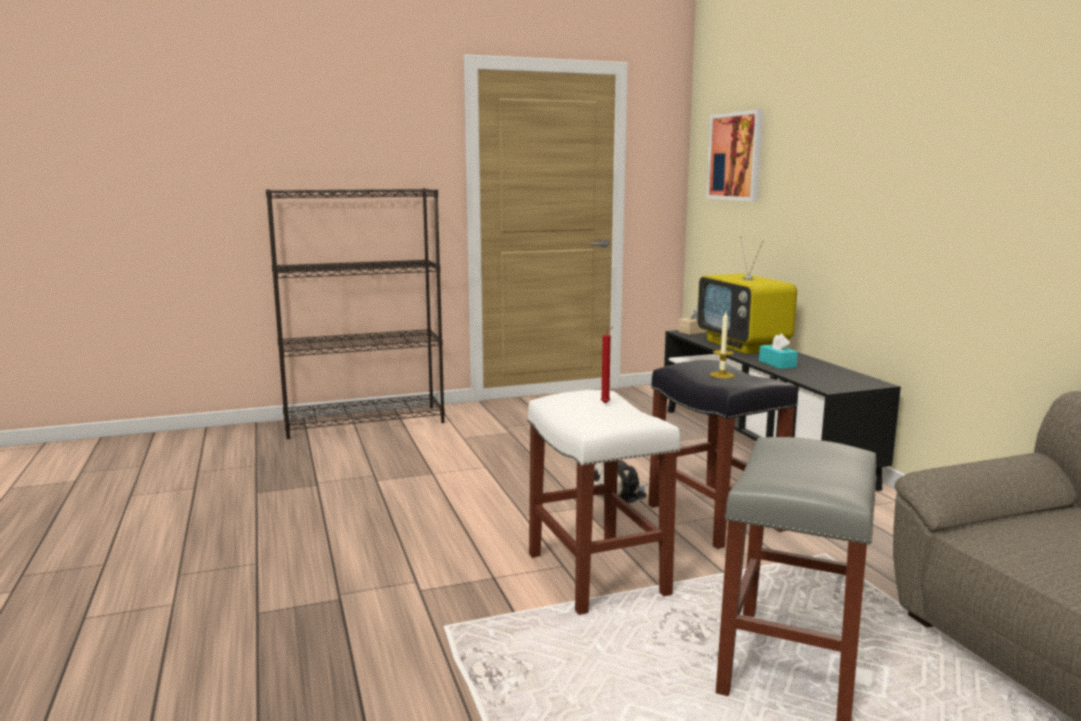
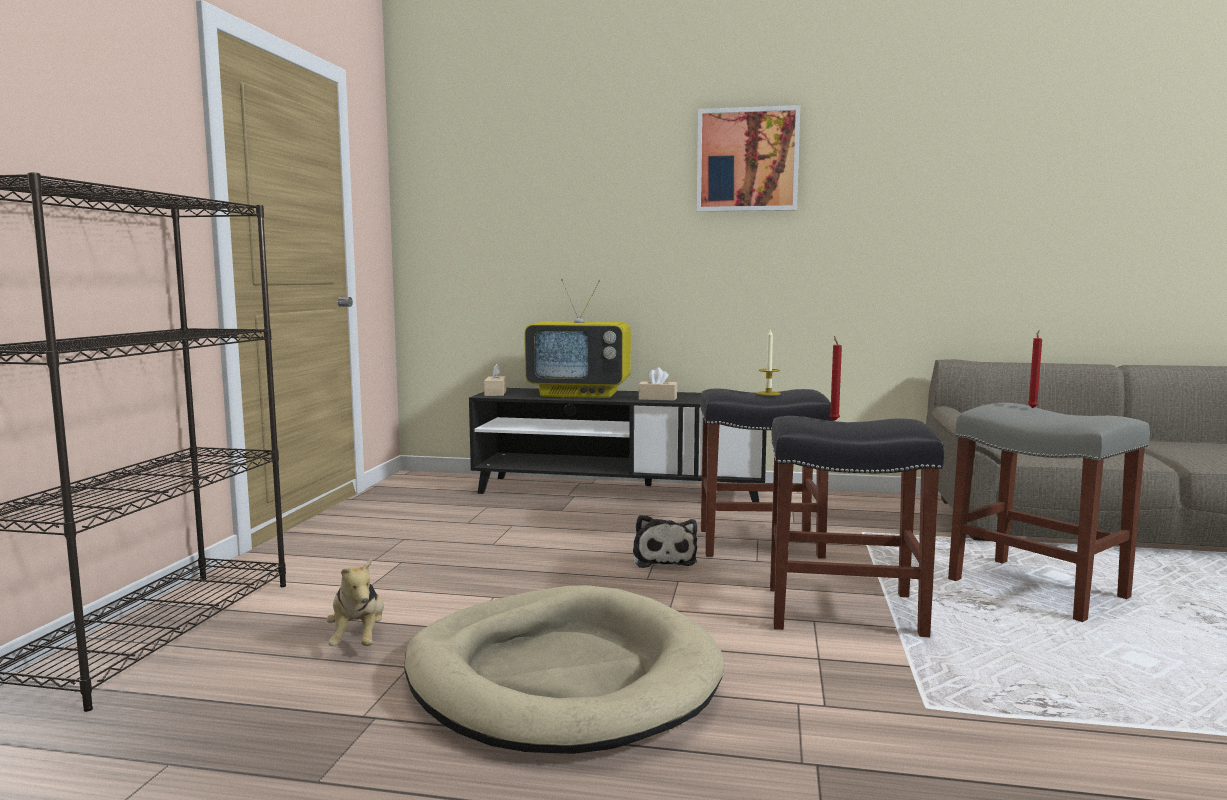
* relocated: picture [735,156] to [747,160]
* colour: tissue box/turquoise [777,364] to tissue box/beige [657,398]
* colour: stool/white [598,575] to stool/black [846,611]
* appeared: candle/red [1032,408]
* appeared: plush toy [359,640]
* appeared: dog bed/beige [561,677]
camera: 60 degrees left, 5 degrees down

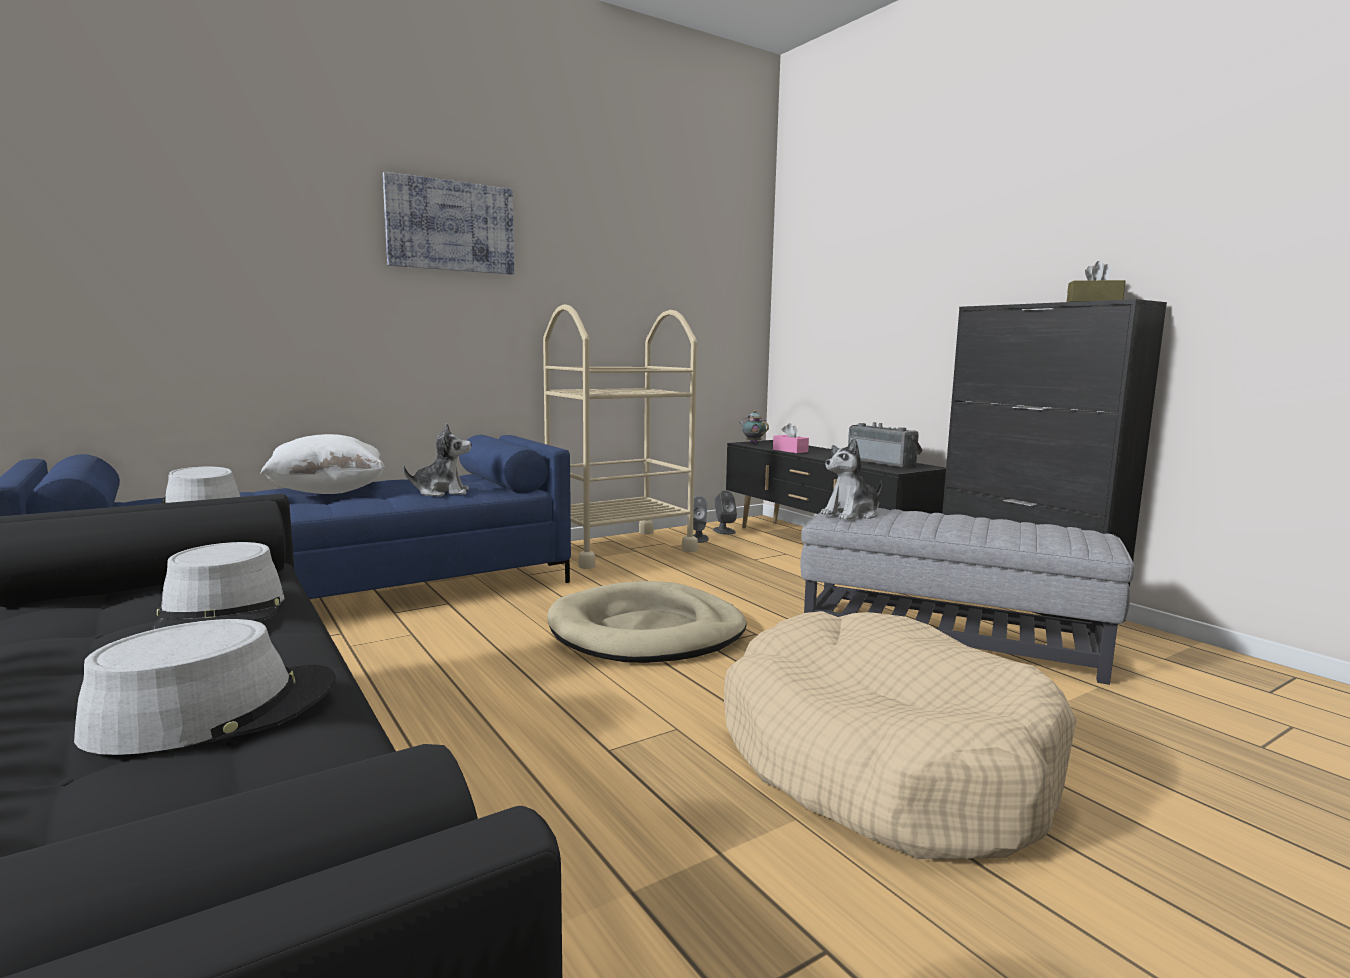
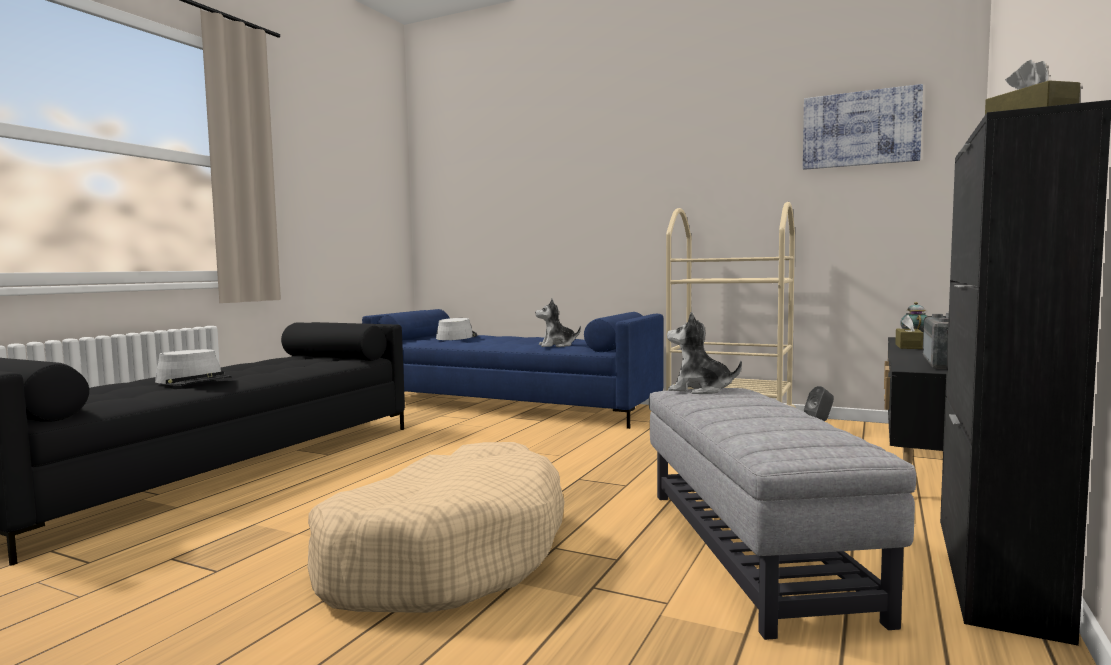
* relocated: picture [450,226] to [860,129]
* spun: plush toy [442,492] = [557,345] 120 degrees clockwise
* colour: tissue box/pink [790,451] to tissue box/brown [908,346]
* missing: pillow/white [328,492]
* missing: speaker/grey [723,531]
* missing: hat/grey [223,610]
* missing: dog bed/beige [647,631]
camera: 60 degrees right, 5 degrees down

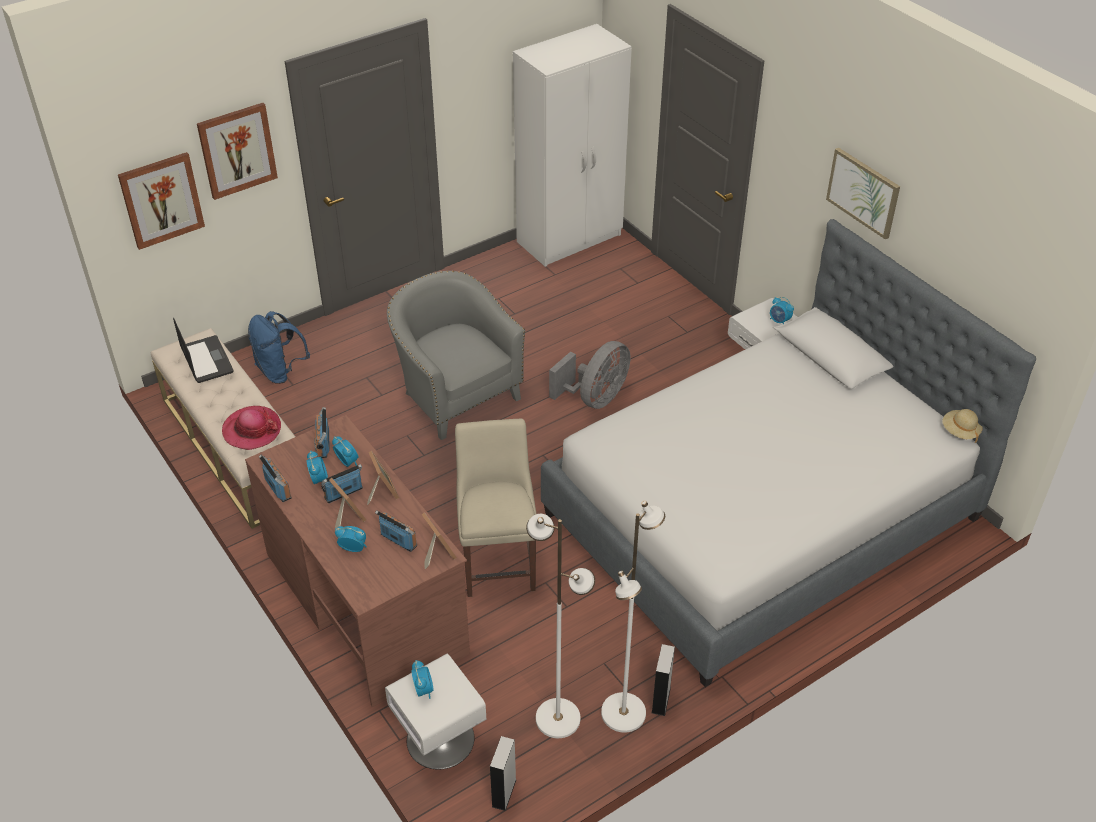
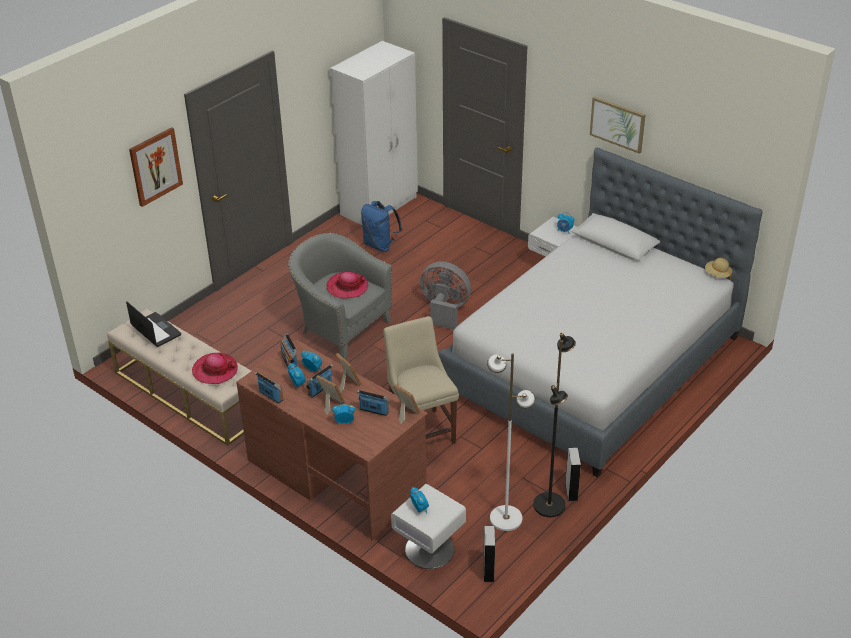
* missing: picture [161,200]
* relocated: backpack/blue [280,371] to [380,245]
* spun: fan/grey [595,398] = [444,311] 90 degrees counterclockwise
* colour: floor lamp/white [624,713] to floor lamp/black [550,505]
* appeared: hat [347,287]
camera: 15 degrees left, 5 degrees down

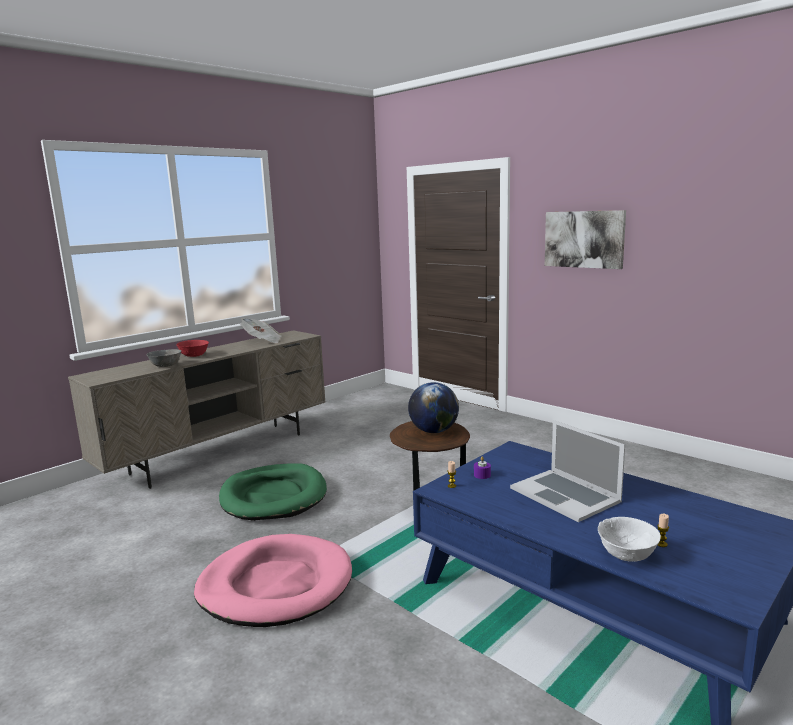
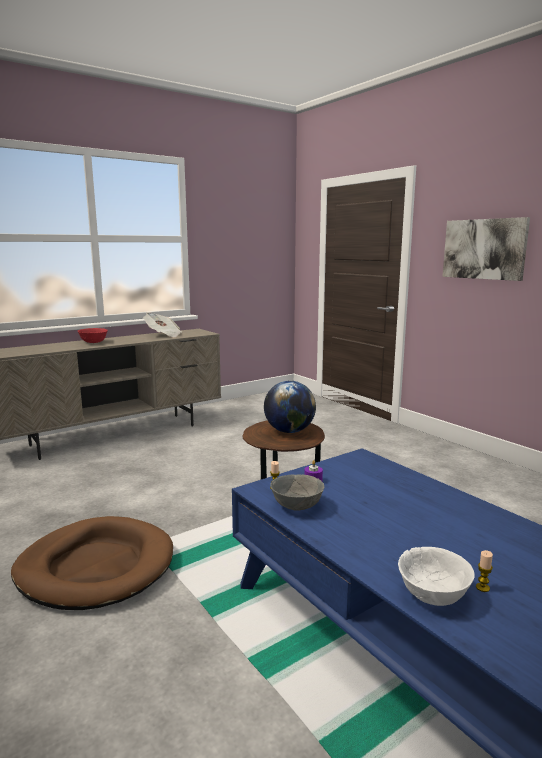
* relocated: bowl/grey [166,366] to [297,506]
* missing: laptop [565,494]
* missing: dog bed/green [273,496]
* colour: dog bed/pink [275,585] to dog bed/brown [96,567]
camera: 10 degrees right, 0 degrees up

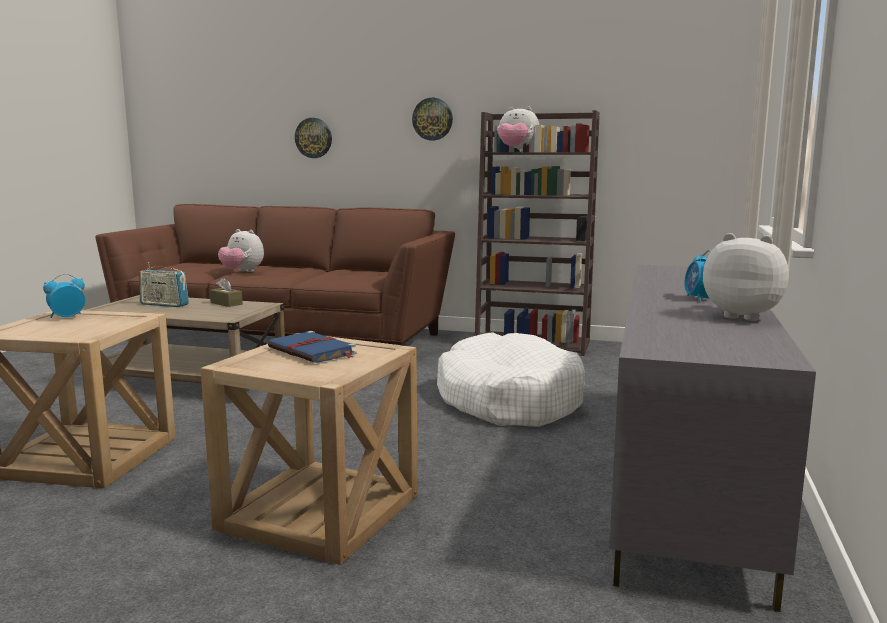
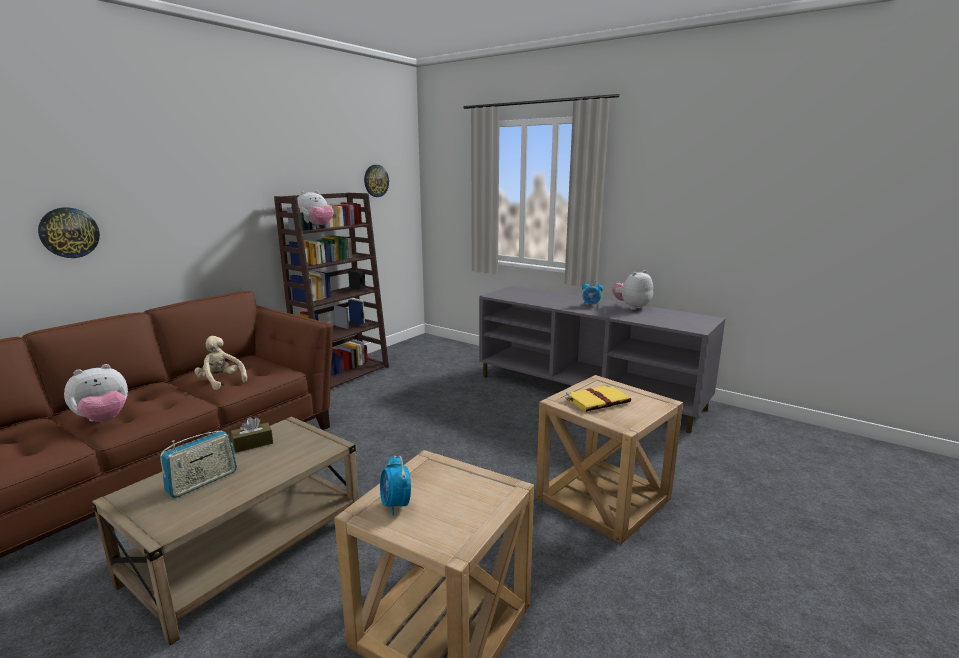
* relocated: wall clock [432,119] to [376,181]
* colour: book/blue [313,351] to book/yellow [598,400]
* missing: dog bed/white [508,400]
* appeared: plush toy/beige [221,382]
camera: 70 degrees left, 5 degrees up

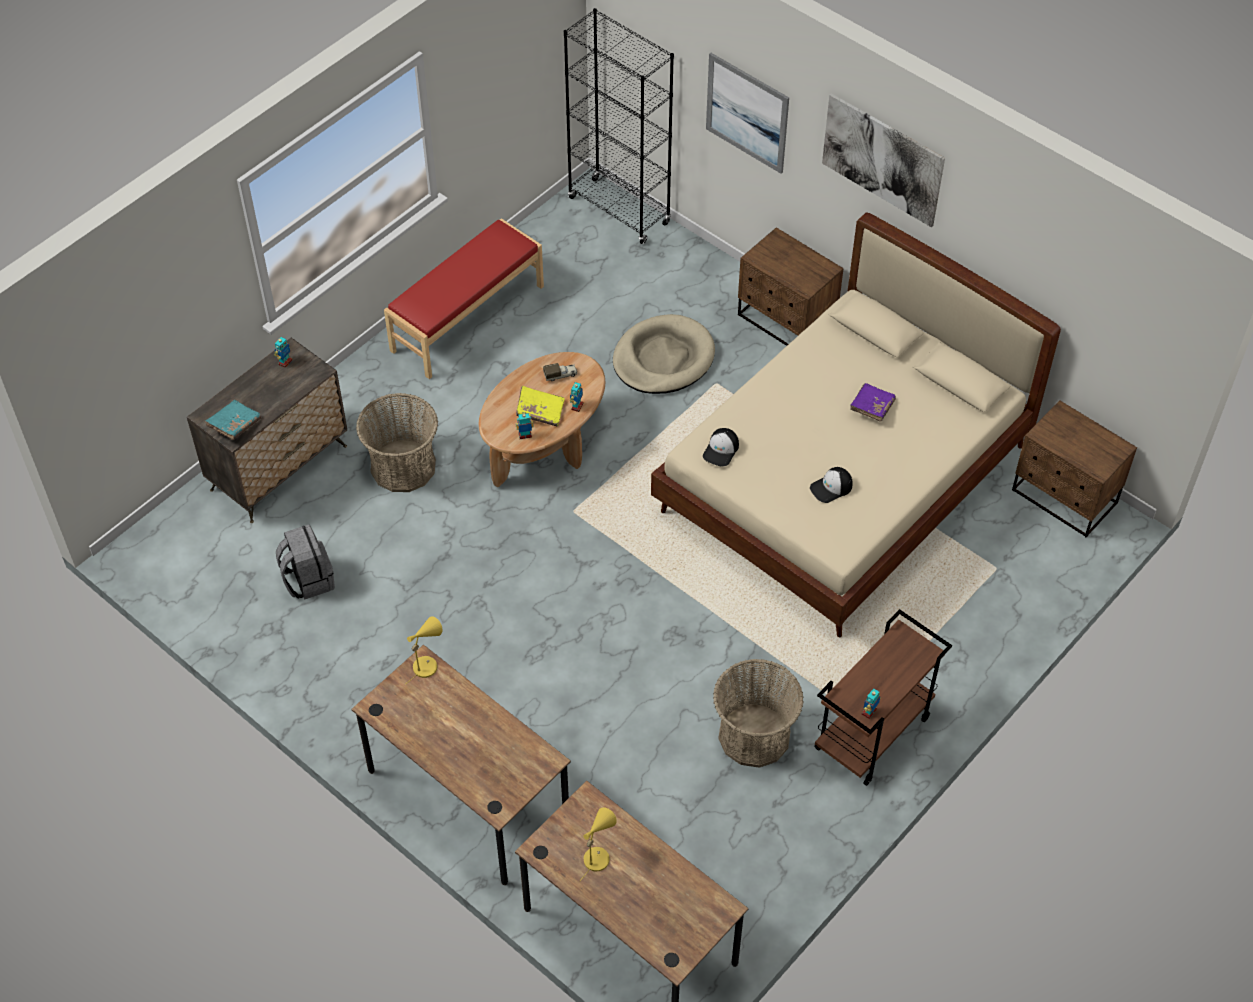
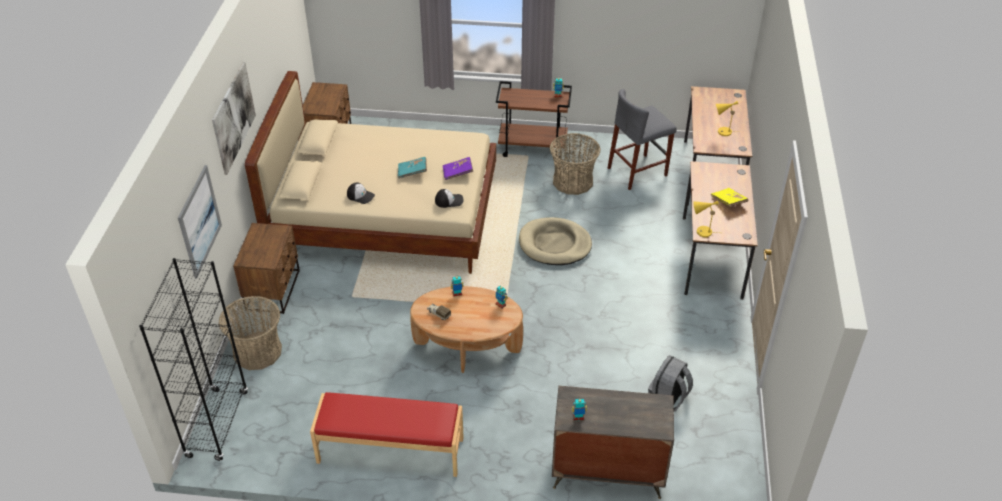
* relocated: dog bed/beige [663,358] to [554,244]
* relocated: book/purple [871,407] to [458,173]
* relocated: book/yellow [540,411] to [728,202]
* relocated: basket [403,466] to [257,351]
* relocated: book/turquoise [234,425] to [412,172]
* relocated: cap [831,488] to [360,196]
* appeared: stool/grey [637,172]
camera: 125 degrees left, 10 degrees down

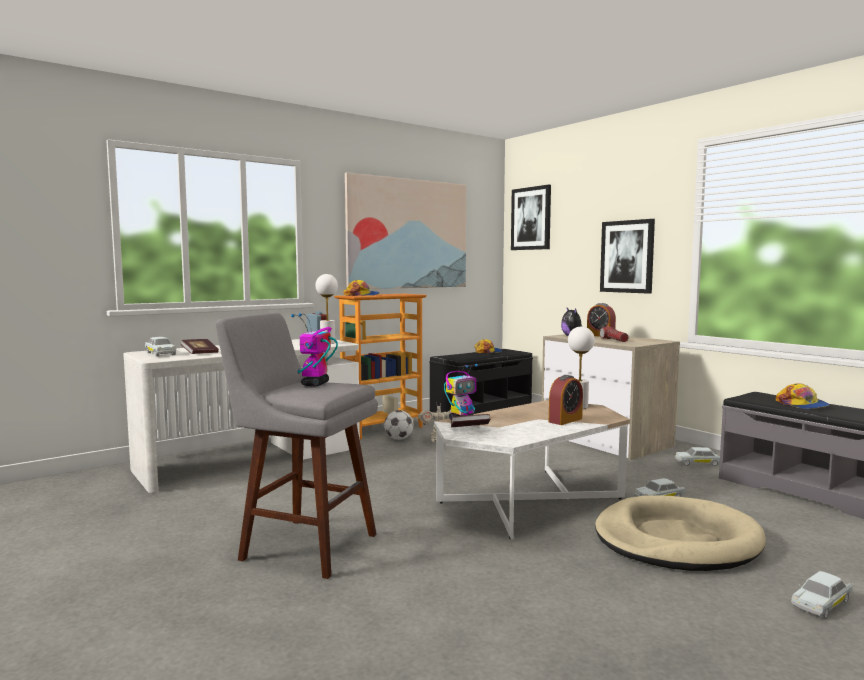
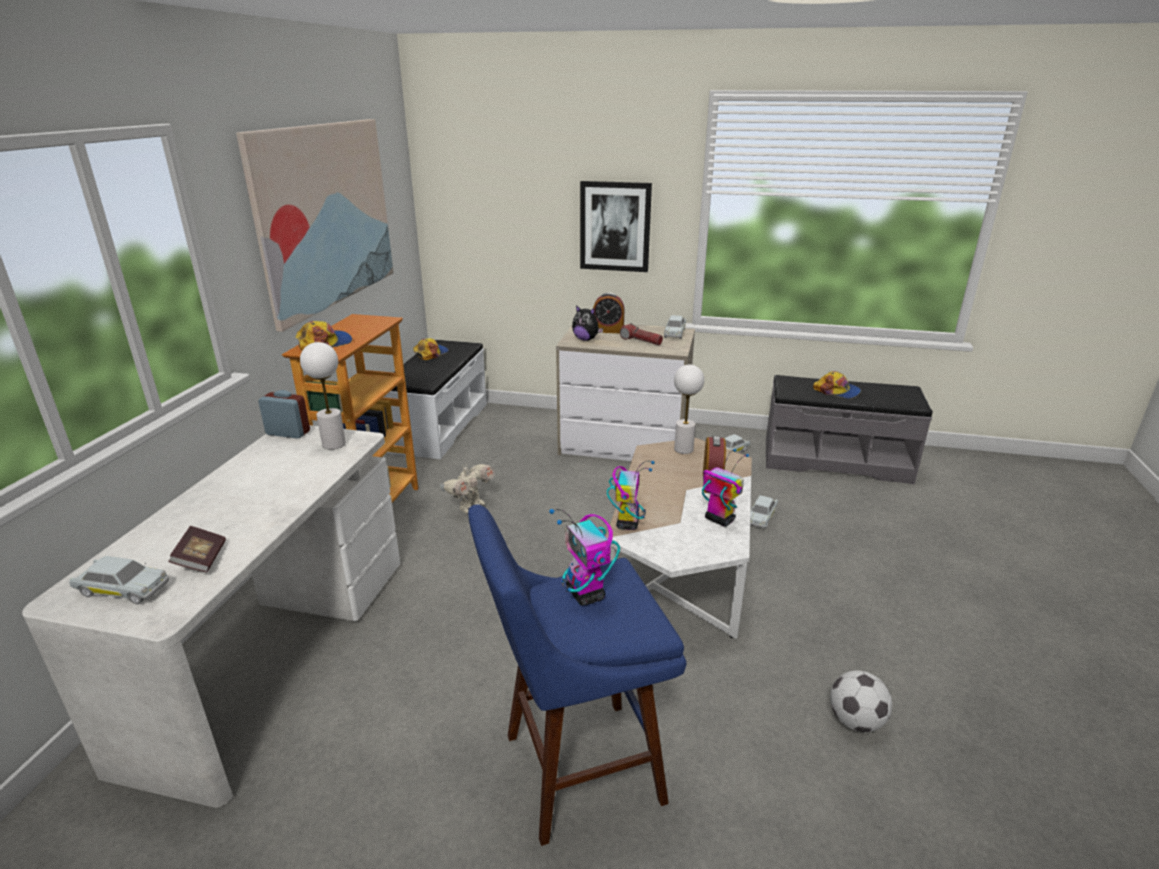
* missing: picture [531,218]
* colour: stool/grey [303,545] to stool/blue [574,770]
* colour: bench/black [481,408] to bench/white [438,427]
* relocated: football [398,439] to [855,721]
* missing: book [470,429]
* missing: dog bed/beige [676,540]
* relocated: toy car/white [821,603] to [674,333]
* appeared: toy robot [719,519]
camera: 40 degrees left, 20 degrees up

